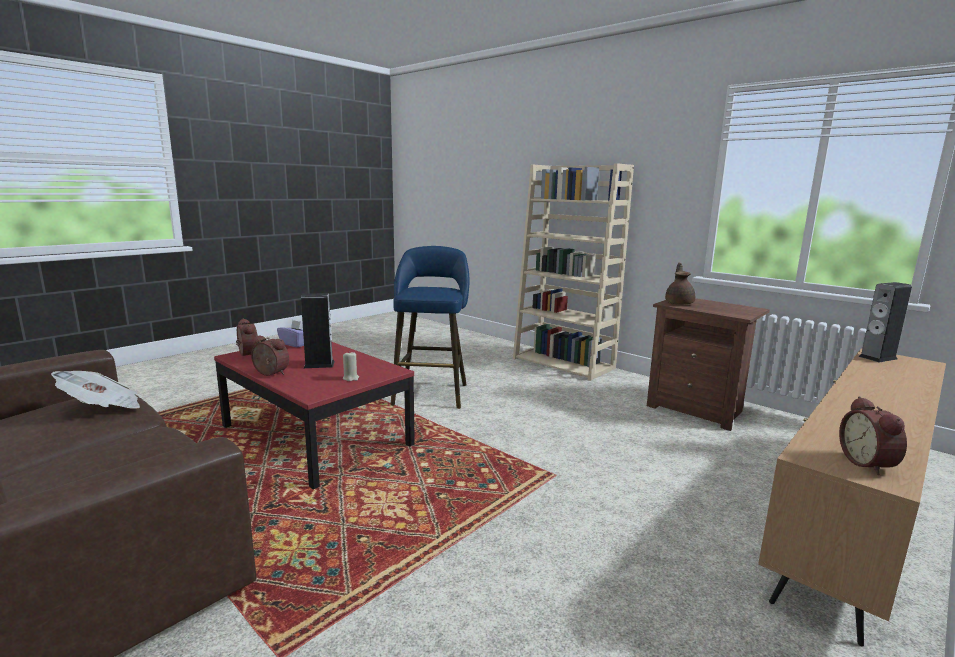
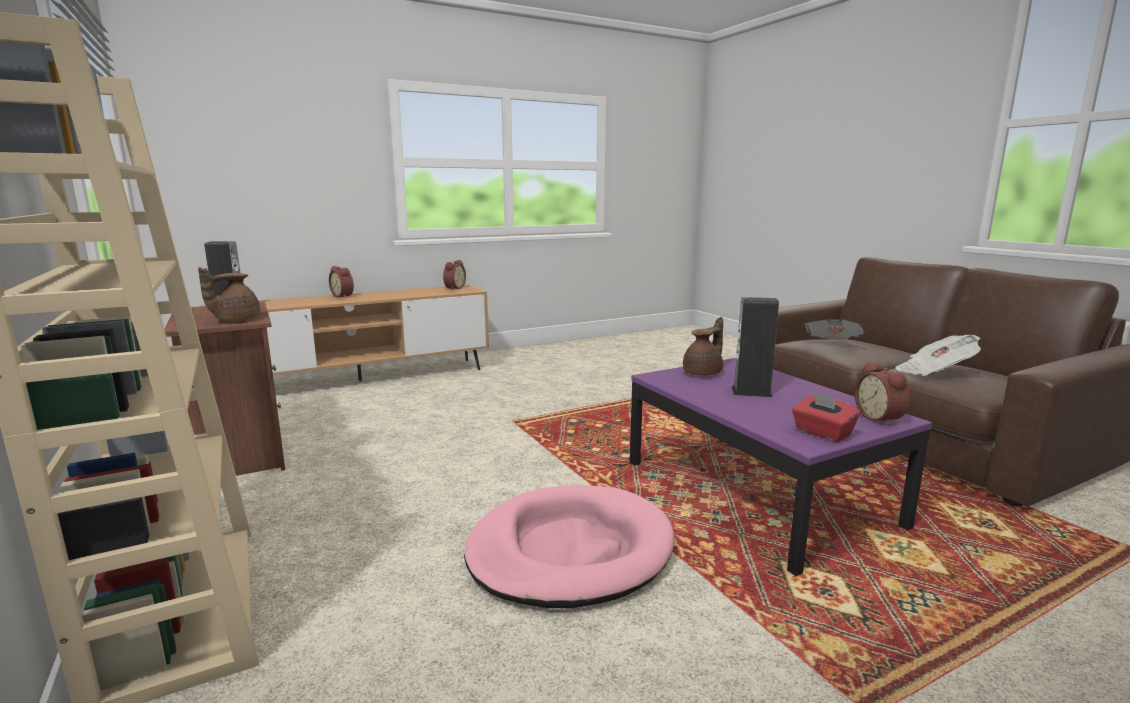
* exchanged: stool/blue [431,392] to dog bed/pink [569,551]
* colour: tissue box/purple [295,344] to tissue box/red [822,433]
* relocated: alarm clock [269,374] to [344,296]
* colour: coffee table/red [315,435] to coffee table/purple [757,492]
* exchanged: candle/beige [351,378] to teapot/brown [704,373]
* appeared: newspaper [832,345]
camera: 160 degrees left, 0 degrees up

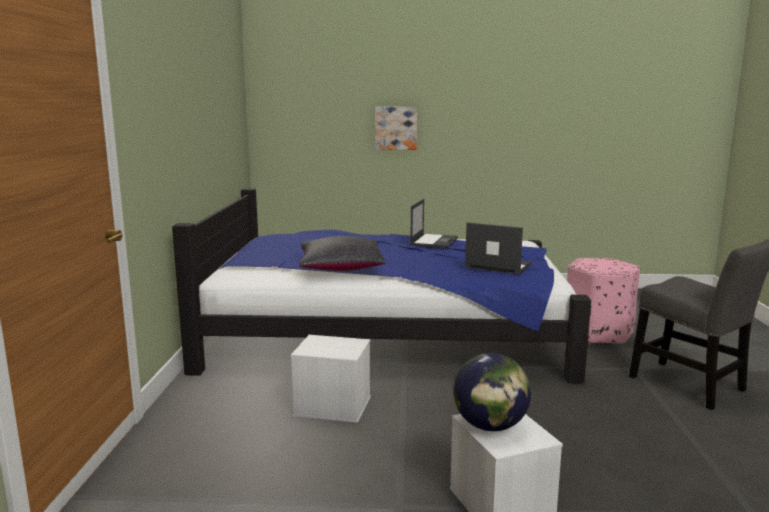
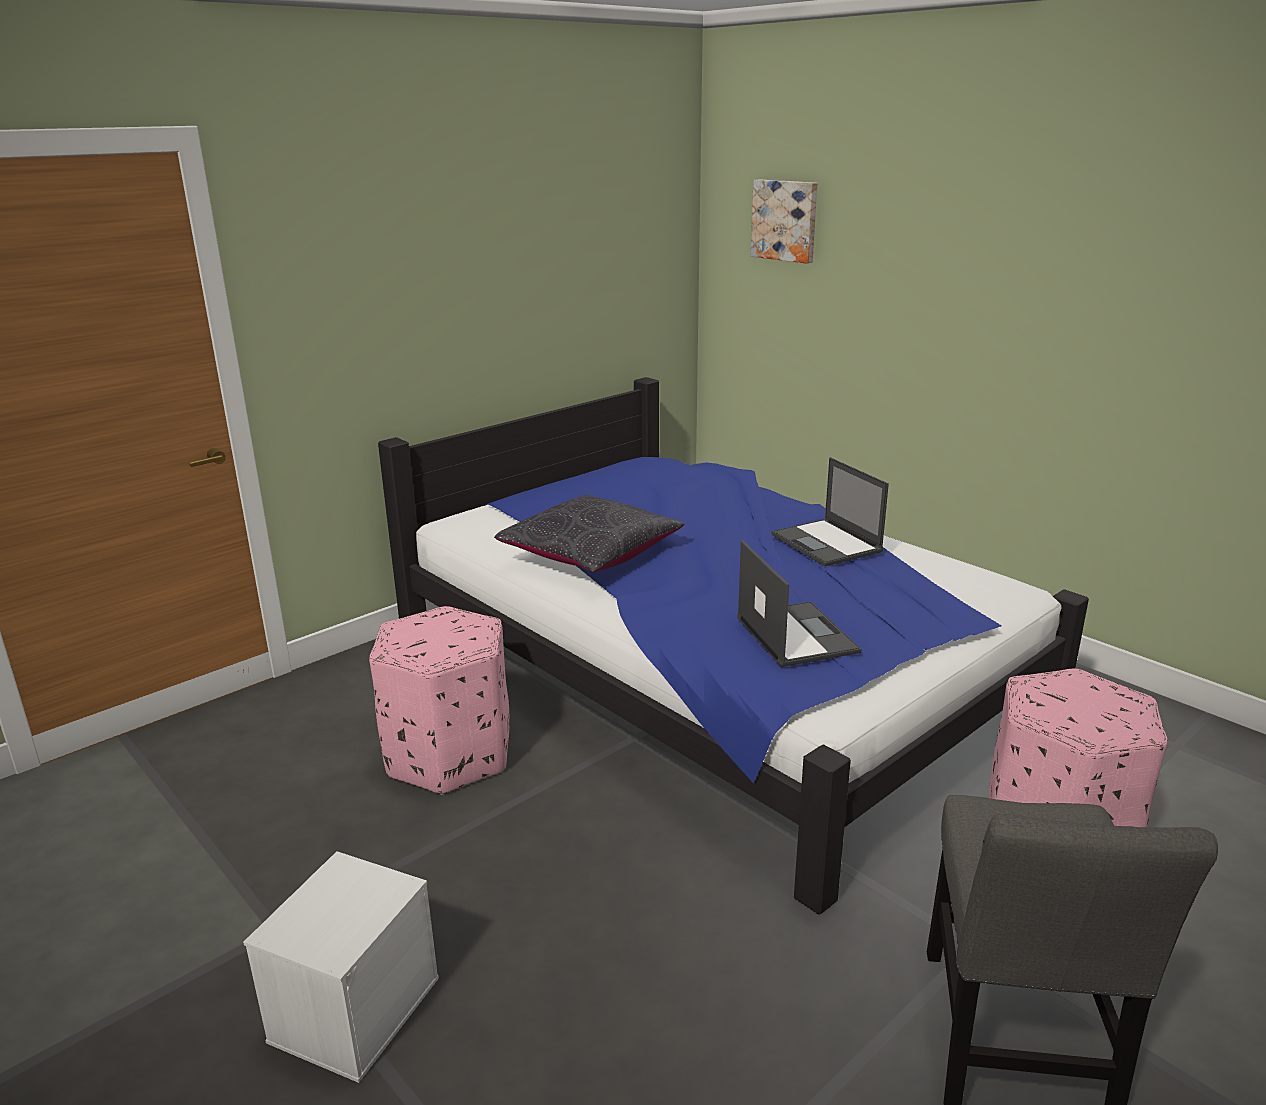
* relocated: picture [396,128] to [785,220]
* spun: laptop [434,241] = [827,543] 90 degrees clockwise
* exchanged: storage box/white [331,406] to ottoman/pink [448,754]
* missing: globe [490,426]
camera: 45 degrees right, 10 degrees up

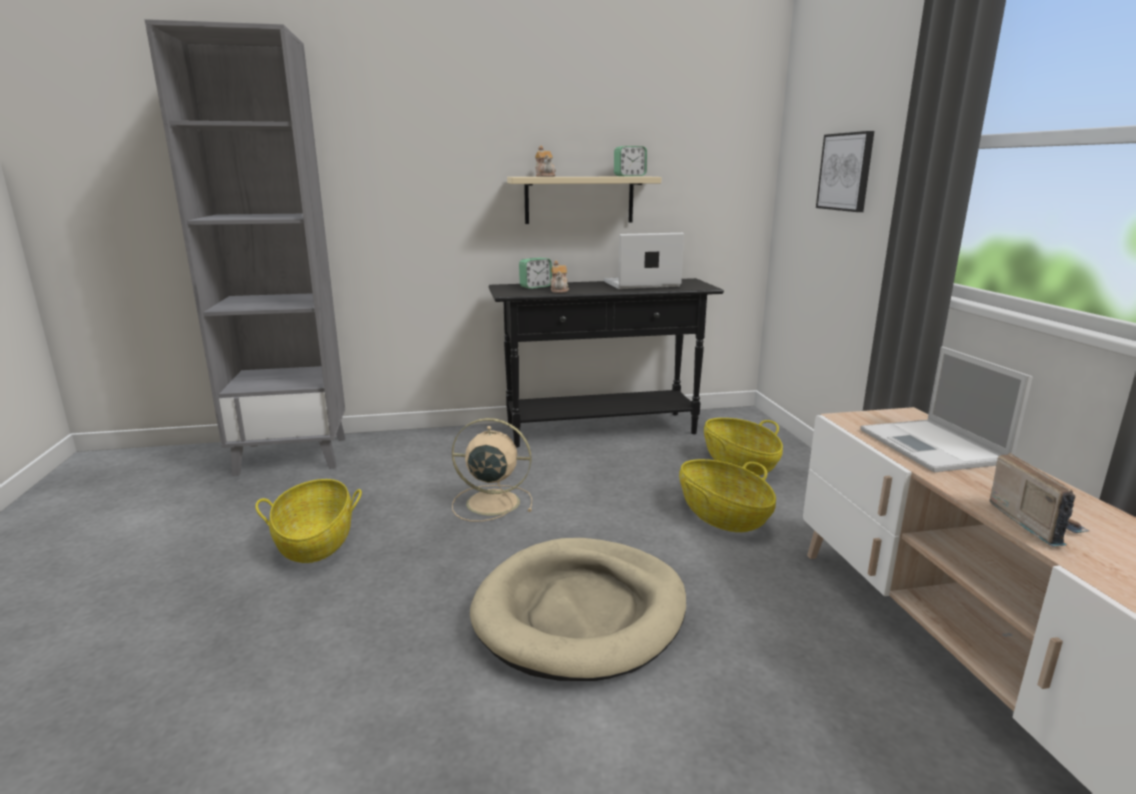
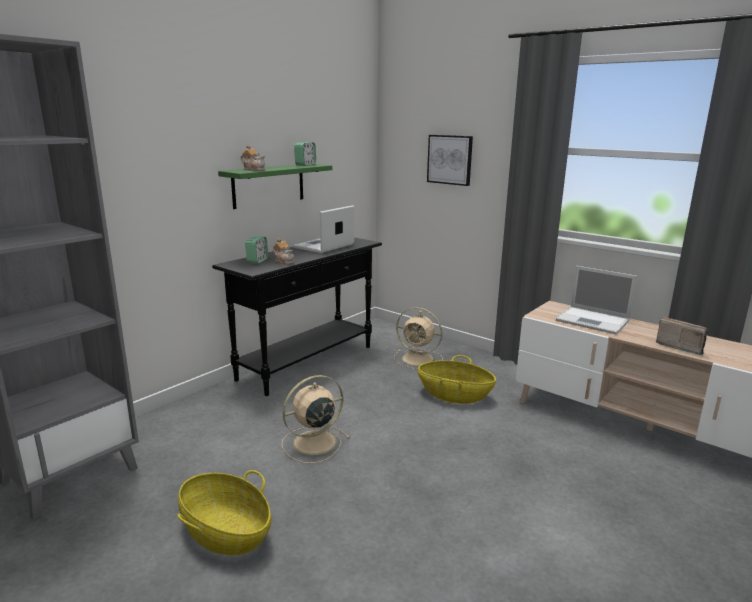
* colour: shelf/beige [579,200] to shelf/green [268,185]
* exchanged: basket [739,463] to fan/beige [419,359]
* missing: dog bed/beige [581,612]
camera: 40 degrees left, 0 degrees up

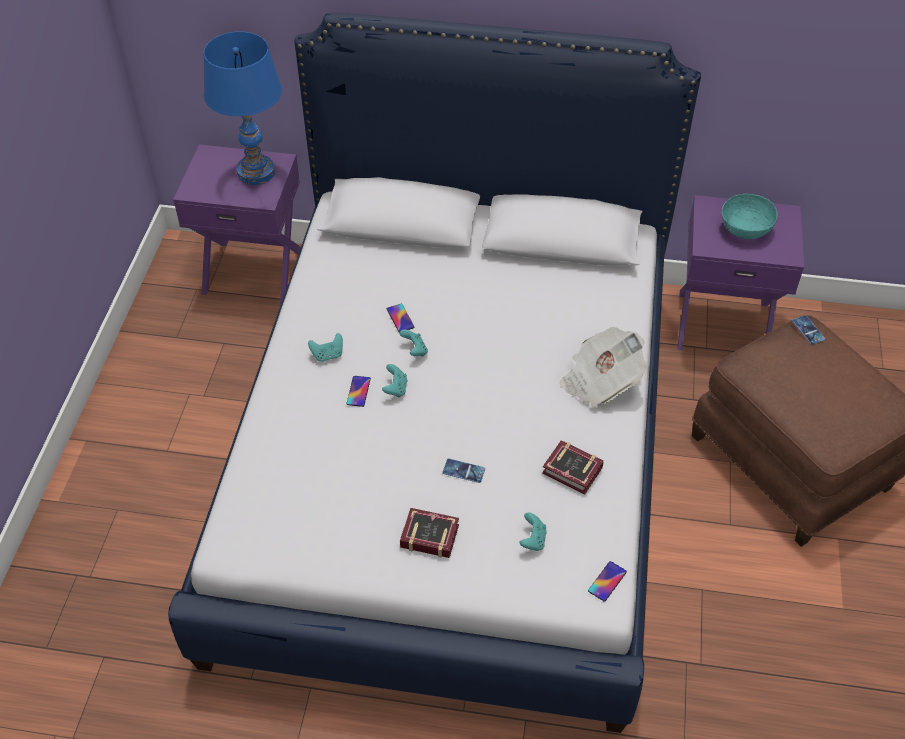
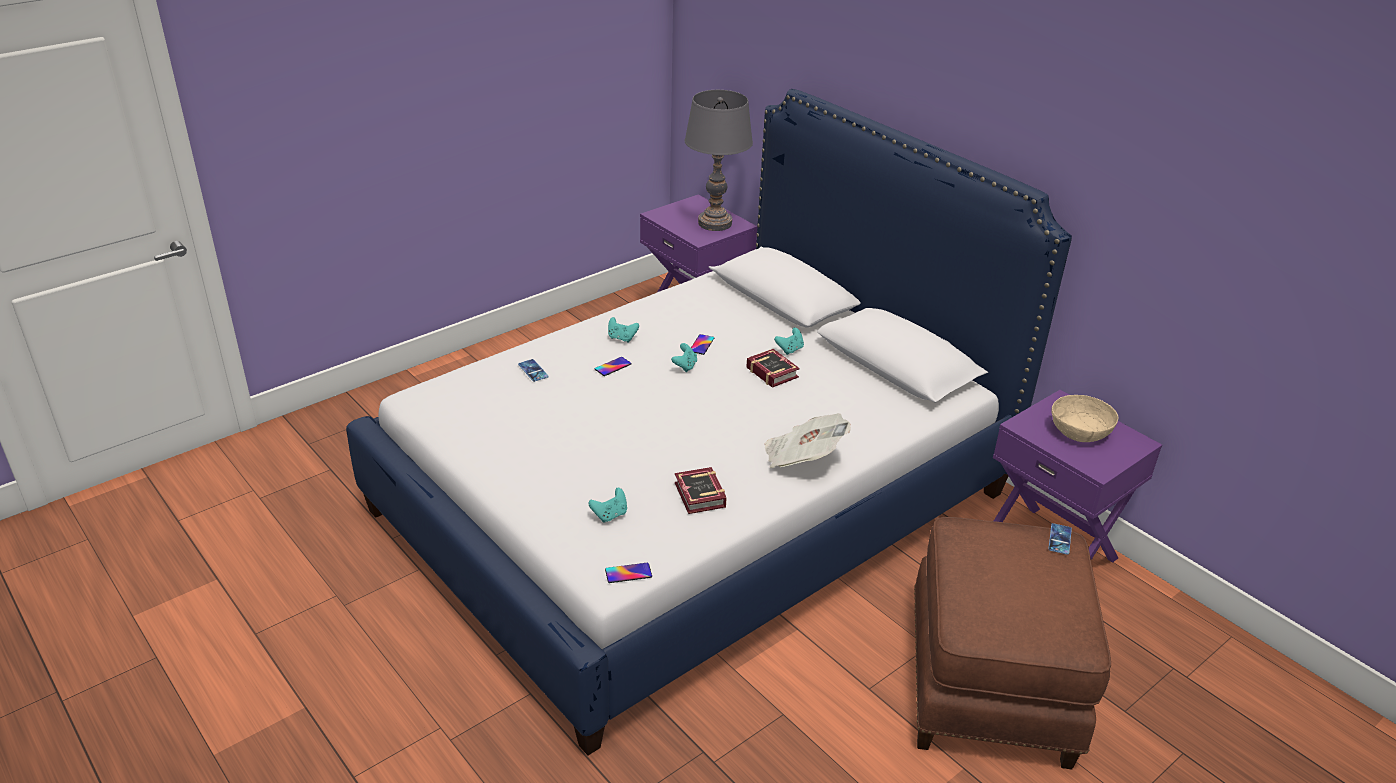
* colour: table lamp/blue [256,172] to table lamp/grey [715,223]
* colour: bowl/turquoise [745,228] to bowl/beige [1079,432]
* relocated: game controller/turquoise [395,389] to [790,349]
* relocated: phone [463,471] to [533,370]
* relocated: book [427,534] to [772,371]
camera: 40 degrees right, 15 degrees down

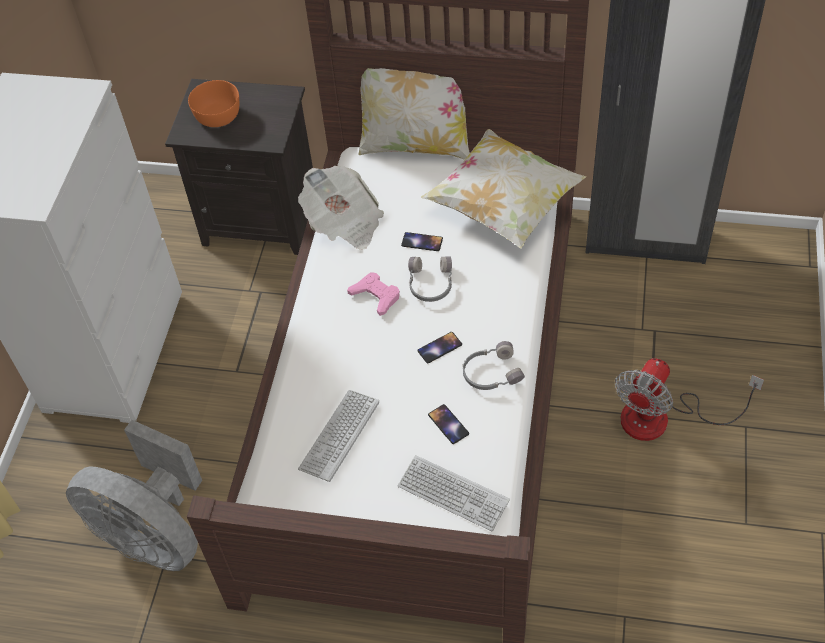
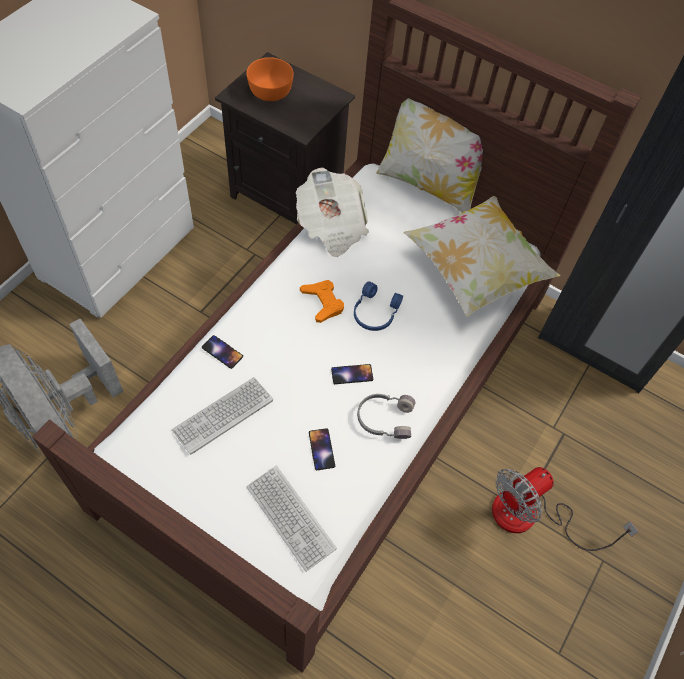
* relocated: phone [422,242] to [222,352]
* colour: headphones/grey [430,284] to headphones/blue [374,312]
* colour: game controller/pink [376,296] to game controller/orange [323,303]
camera: 15 degrees right, 5 degrees up

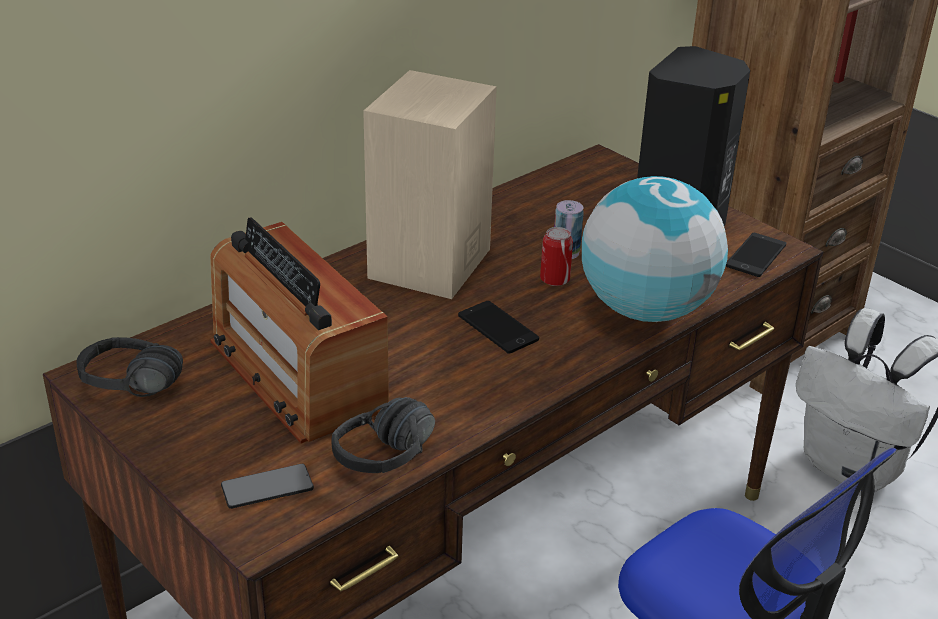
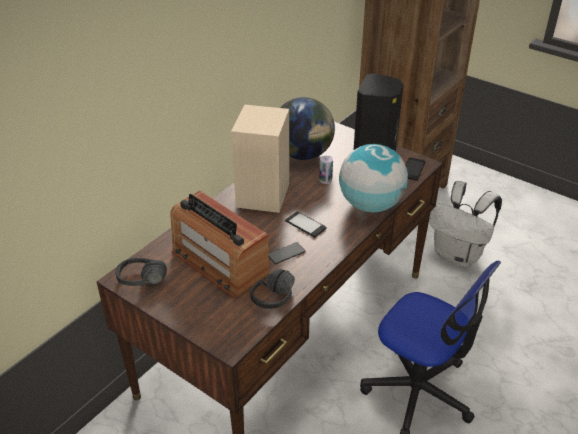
* missing: can [554,280]
* relocated: phone [267,488] to [286,254]
* appeared: globe [303,154]
camera: 10 degrees left, 5 degrees up

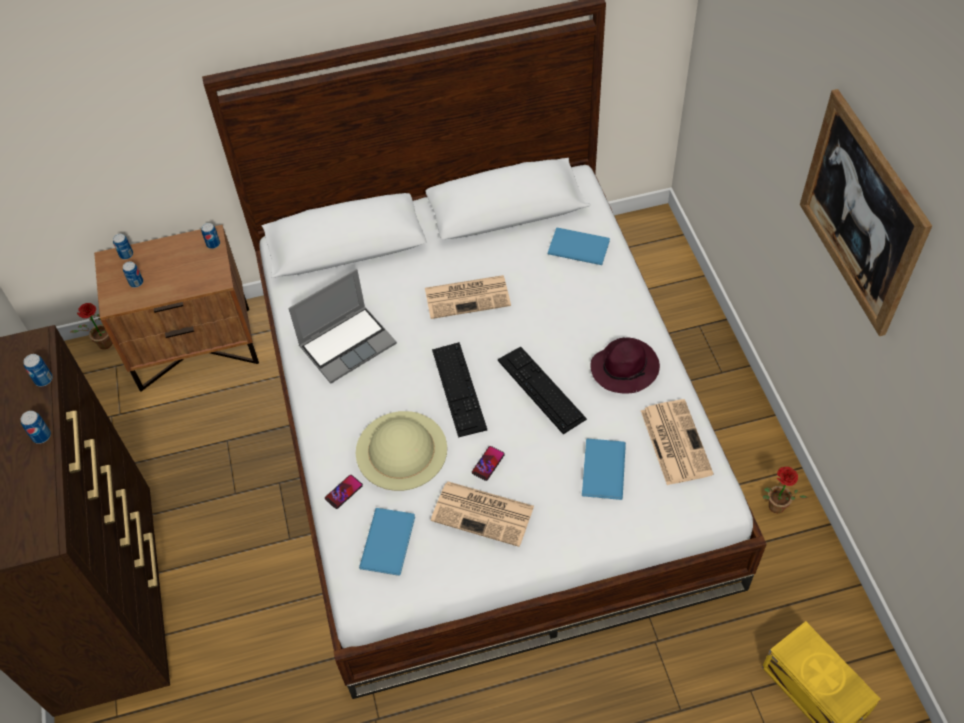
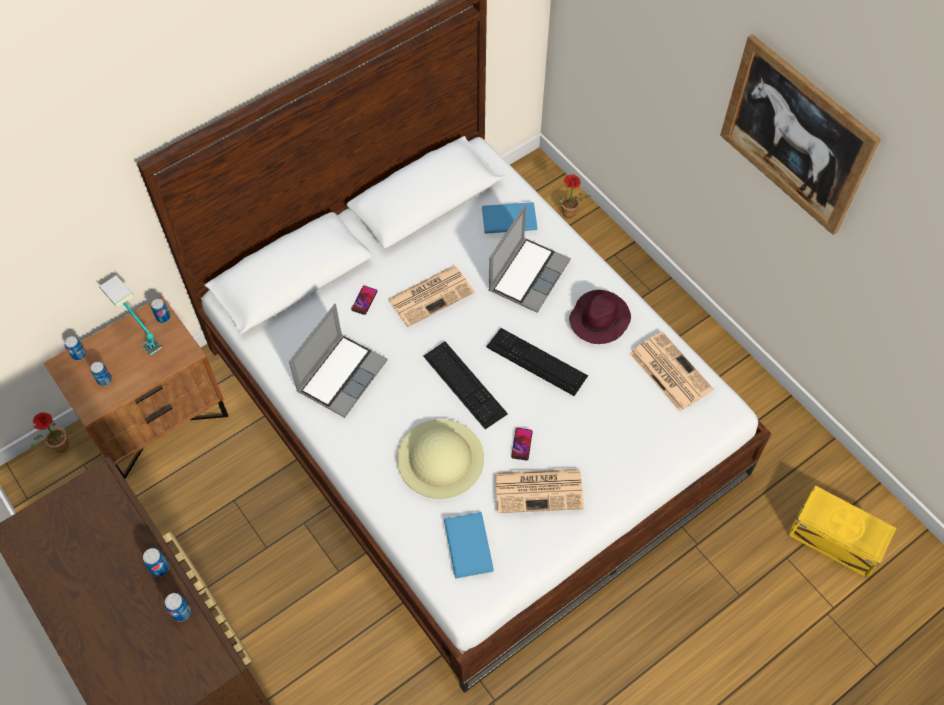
* relocated: can [43,379] to [181,612]
* missing: book/blue [601,471]
* relocated: potted plant [774,509] to [568,215]
* relocated: phone [343,492] to [364,300]
* appeared: laptop [528,274]
* appeared: table lamp [138,332]
camera: 25 degrees left, 5 degrees up

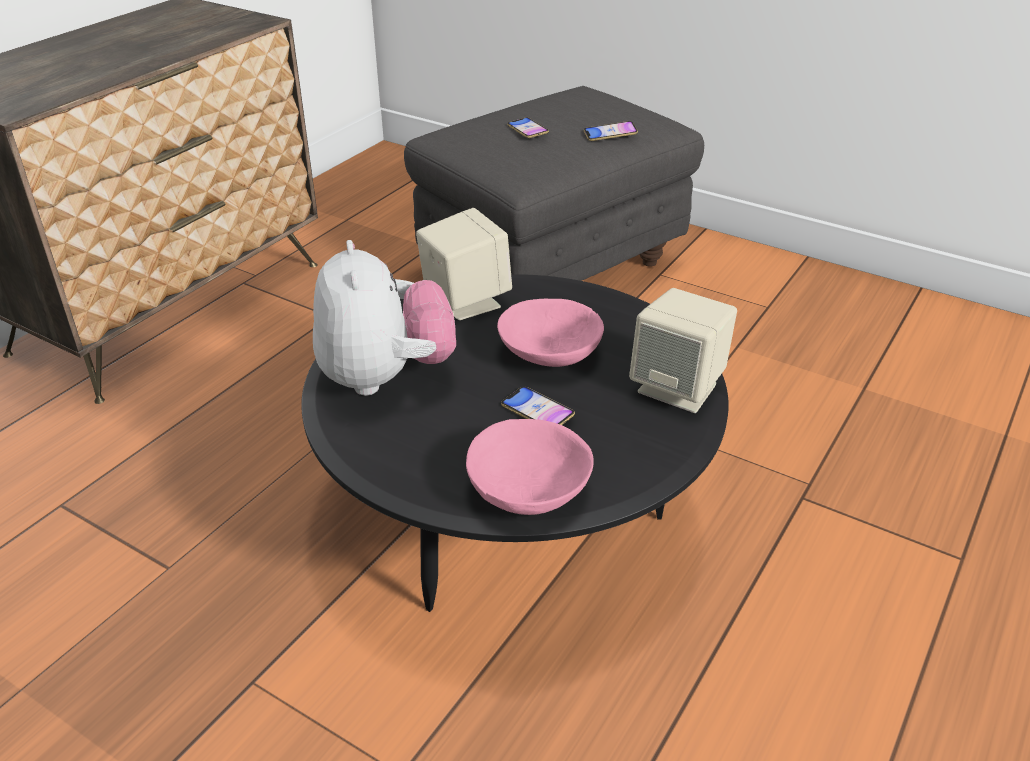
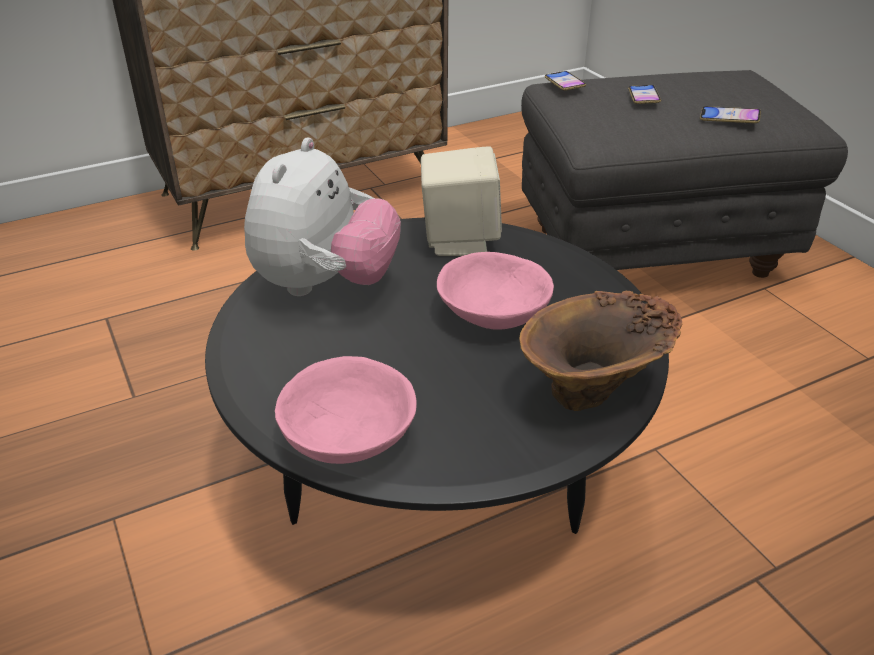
* exchanged: speaker/beige [678,388] to vase/brown [594,393]
* relocated: phone [537,412] to [564,84]
camera: 30 degrees right, 0 degrees up

